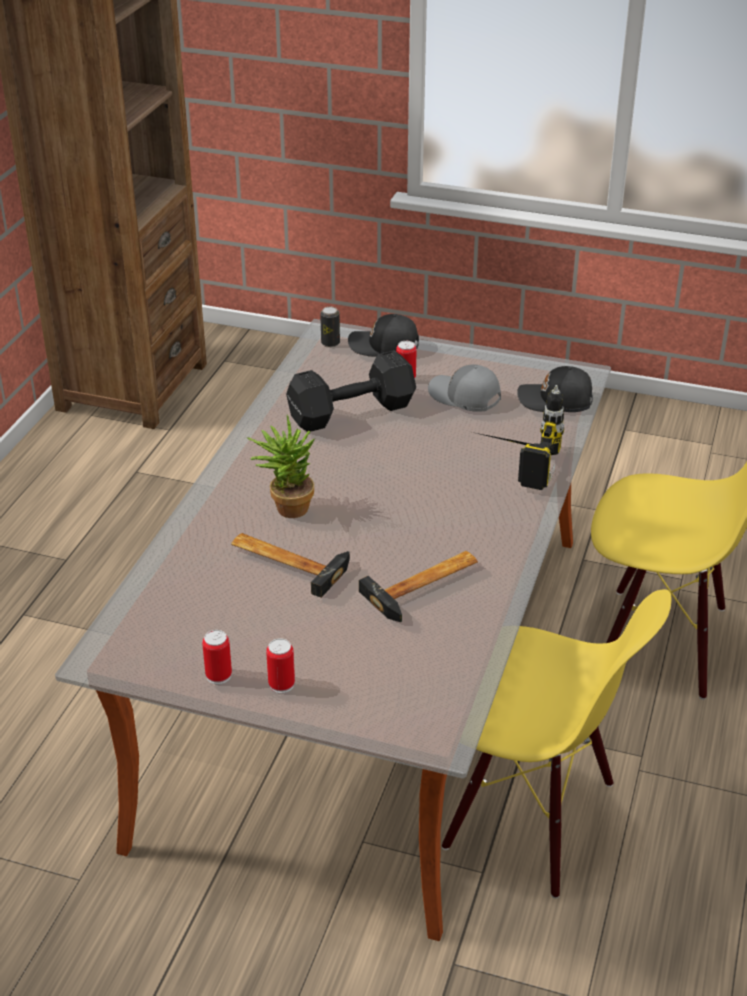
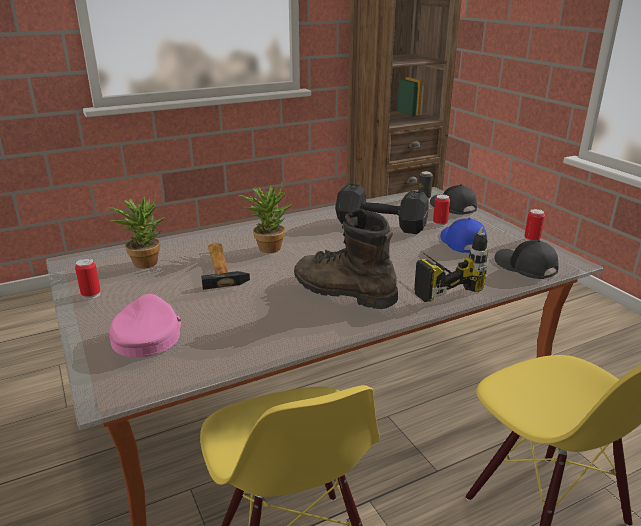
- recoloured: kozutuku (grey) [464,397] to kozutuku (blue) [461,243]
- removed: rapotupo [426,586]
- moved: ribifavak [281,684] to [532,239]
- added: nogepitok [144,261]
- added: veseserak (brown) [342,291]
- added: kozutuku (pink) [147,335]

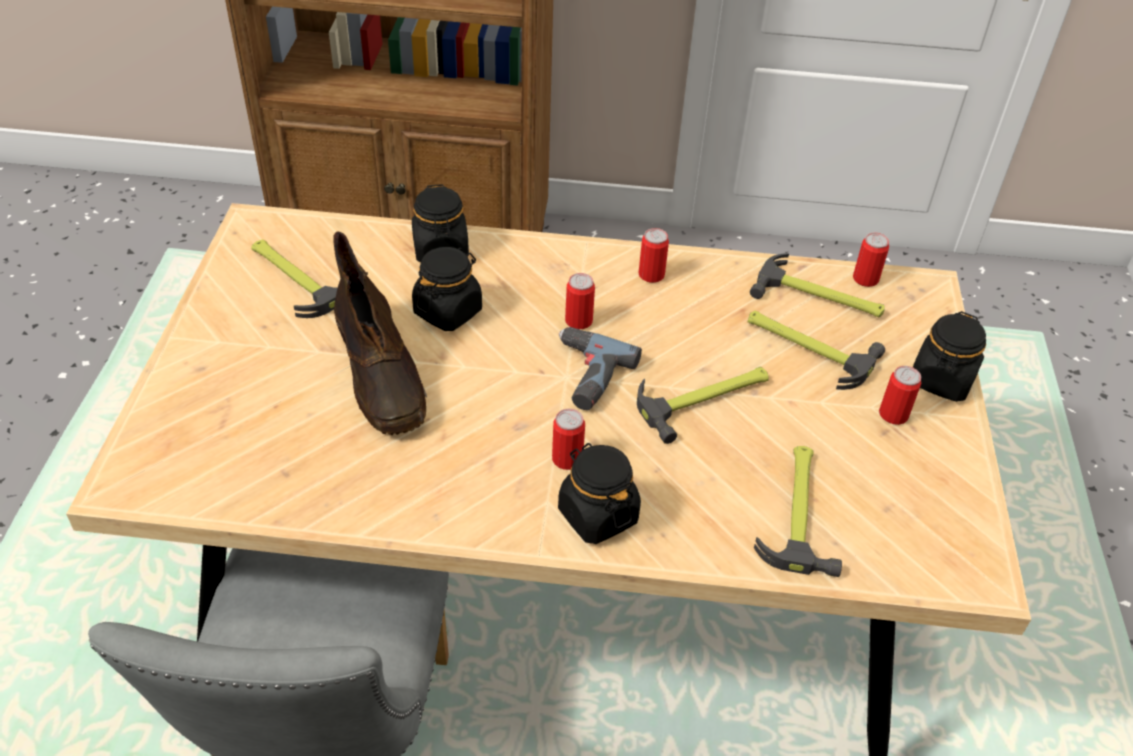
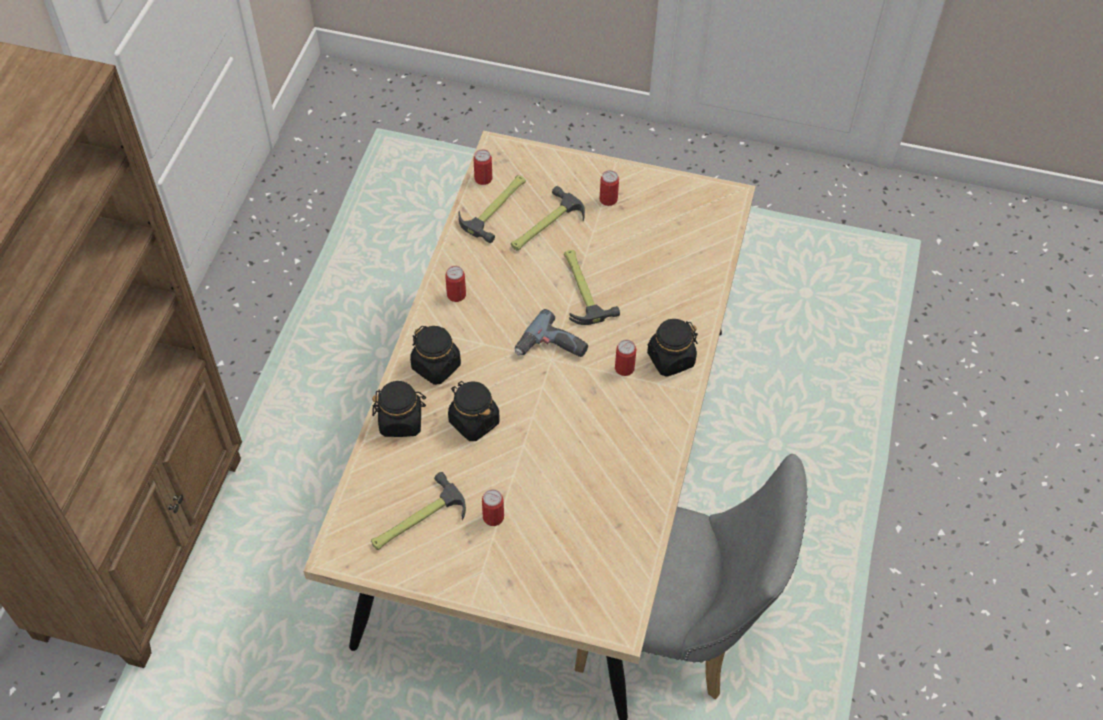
- removed: veseserak (brown) [381,375]
- moved: ribifavak [578,321] to [493,517]
- moved: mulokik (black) [941,380] to [436,366]
- removed: rapotupo [799,510]

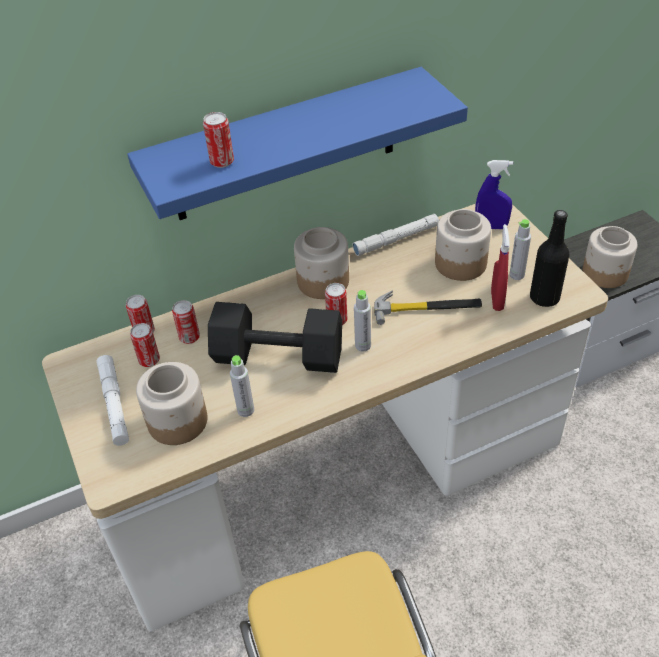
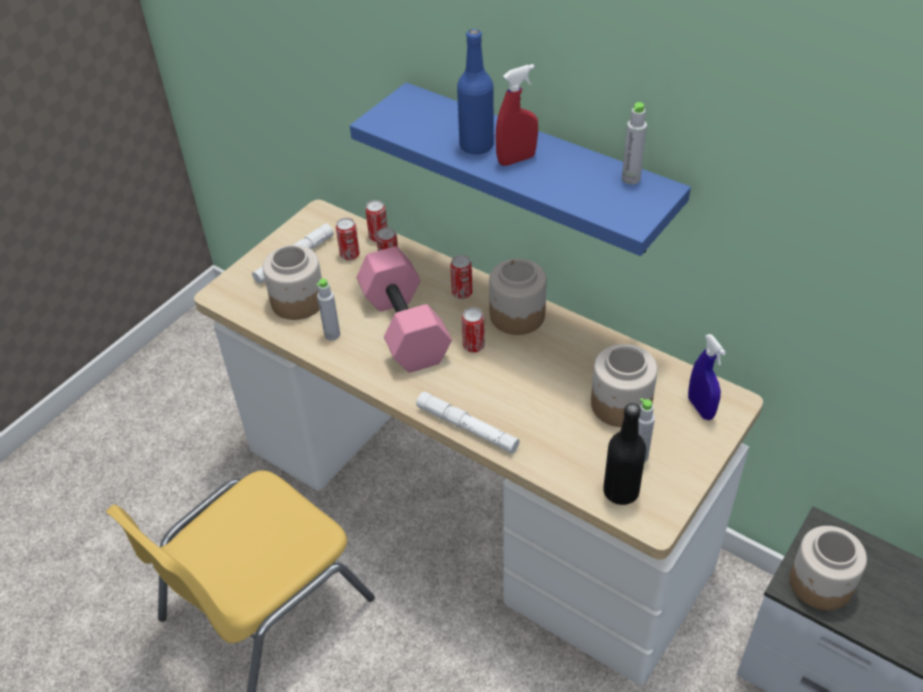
- moved: ribifavak [222,162] to [462,293]
- moved: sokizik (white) [396,239] to [467,427]
- moved: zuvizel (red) [497,300] to [516,159]
- moved: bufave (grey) [363,345] to [631,178]
- removed: rapotupo [427,308]
- recoloured: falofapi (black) [280,354] to falofapi (pink) [406,328]
- added: bufave (blue) [476,146]

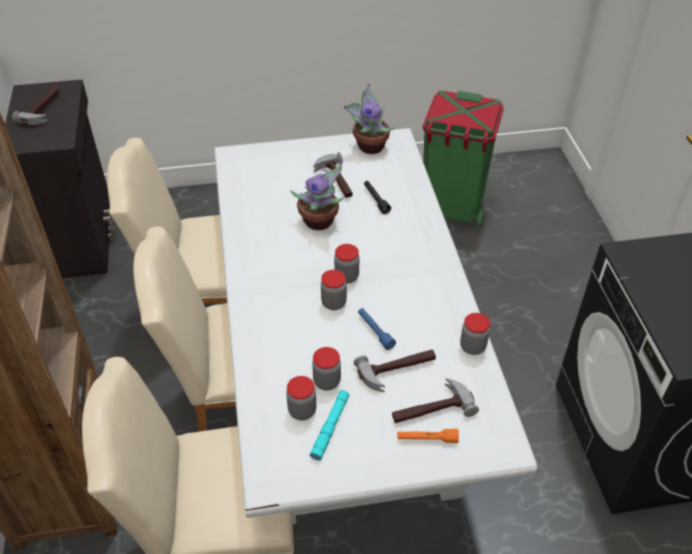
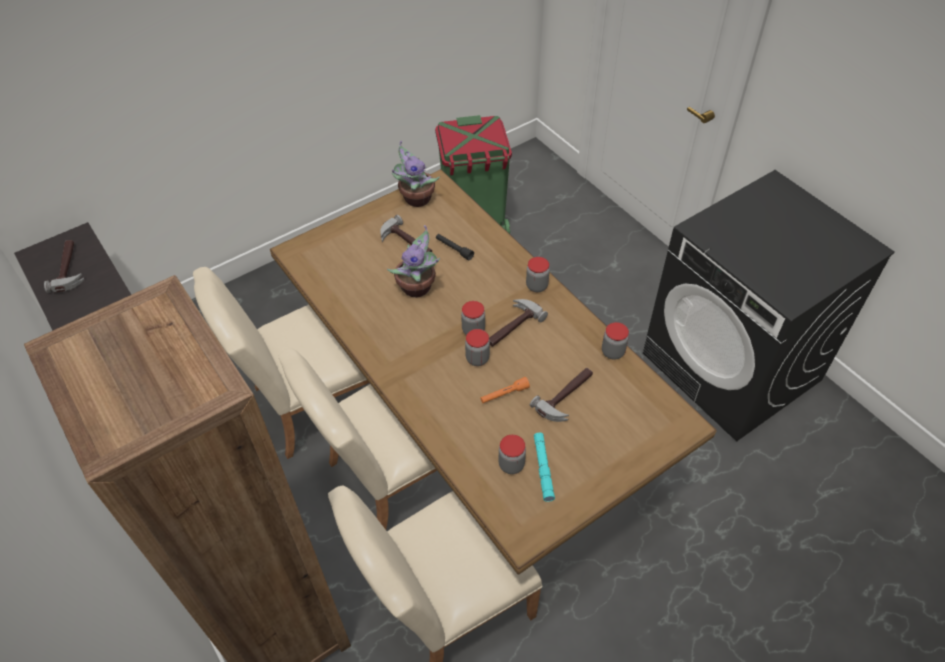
- recoloured: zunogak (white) [343,383] to zunogak (brown) [471,423]
- removed: sokizik (blue) [375,331]
- moved: mulokik [327,381] to [536,286]
- moved: rapotupo [431,408] to [512,326]
- moved: sokizik (orange) [427,439] to [504,394]

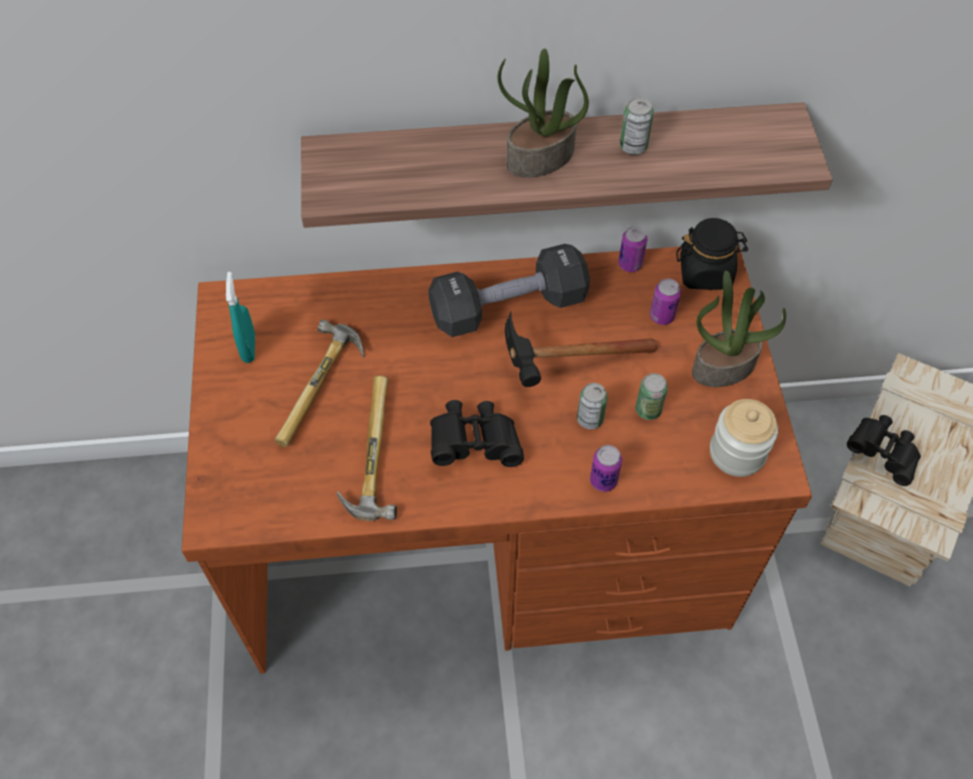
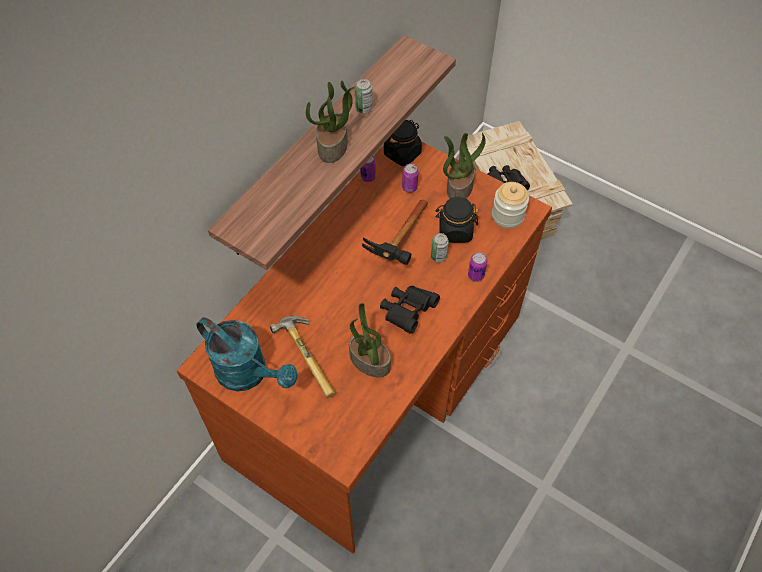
- removed: falofapi (black) [508,307]
- replaced: zuvizel (turquoise) [249,348] to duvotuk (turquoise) [249,373]
- replaced: ribifavak [648,410] to mulokik (black) [455,231]
- replaced: rapotupo [367,452] to nogepitok [368,361]

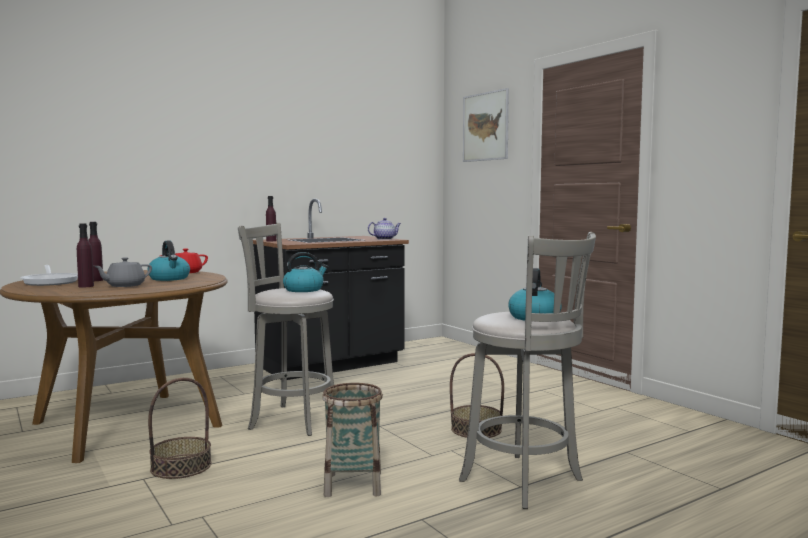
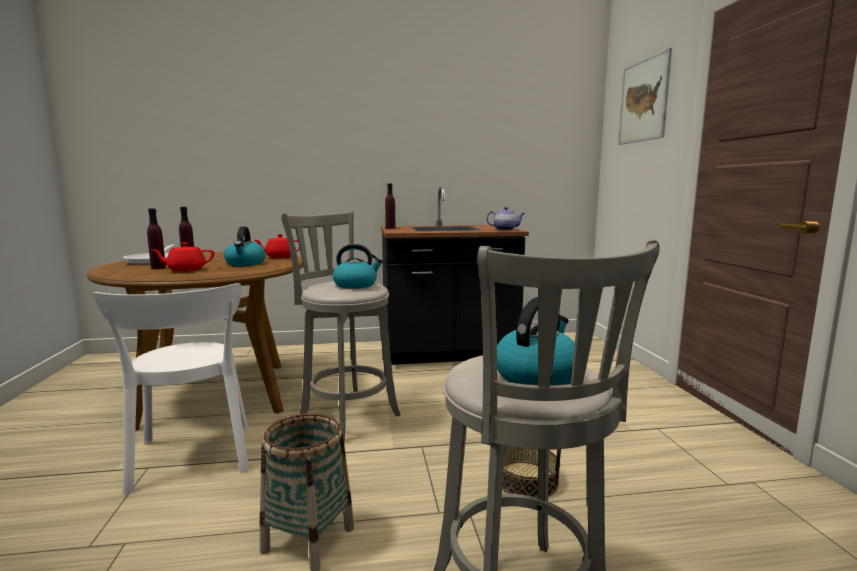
- recoloured: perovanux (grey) [124,286] to perovanux (red) [185,270]
- replaced: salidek [181,466] to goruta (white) [192,459]

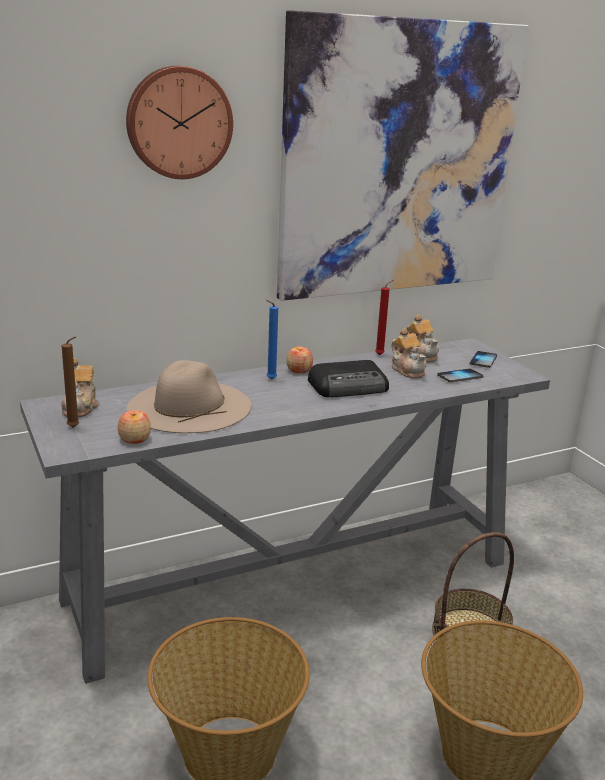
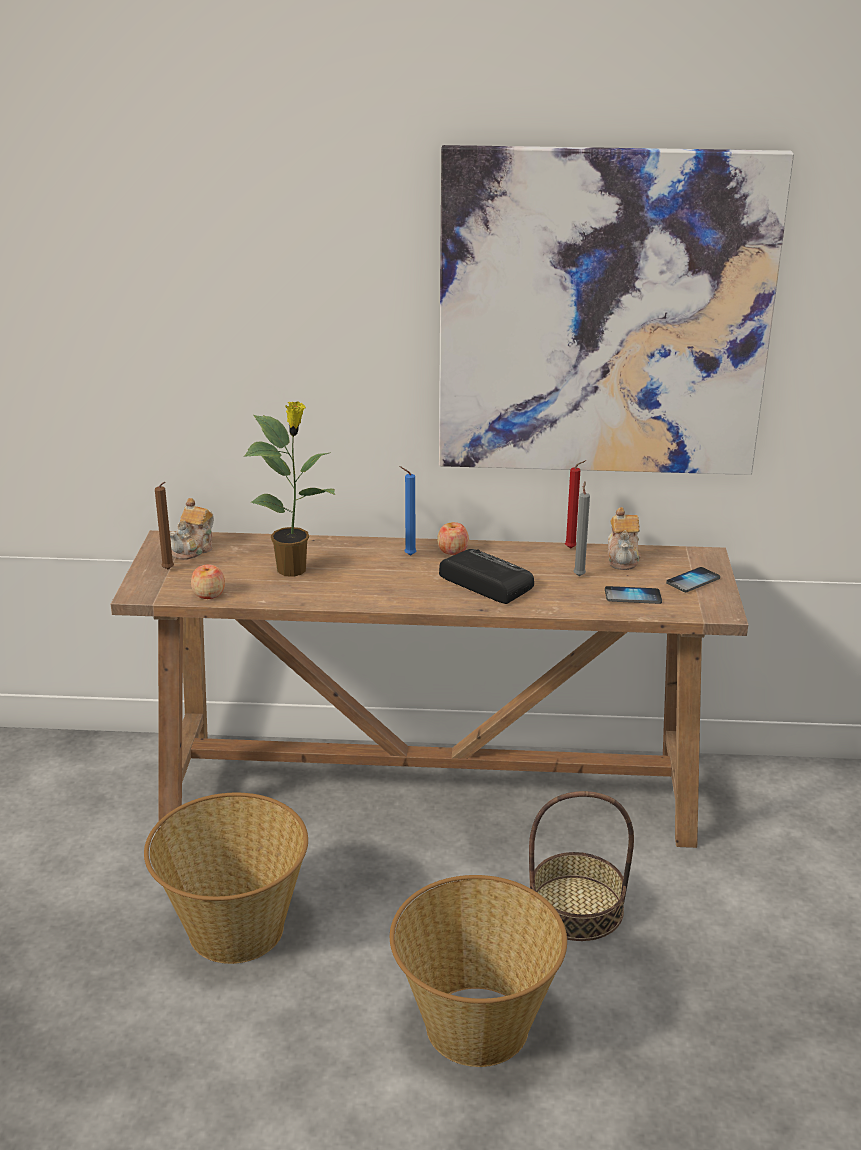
- removed: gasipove [178,122]
- replaced: perovanux [407,370] to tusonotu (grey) [579,575]
- recoloured: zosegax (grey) [295,581] to zosegax (brown) [432,792]
- replaced: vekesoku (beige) [189,406] to nogepitok [294,569]
- turned: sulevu [350,386] = [485,582] 150 degrees counterclockwise

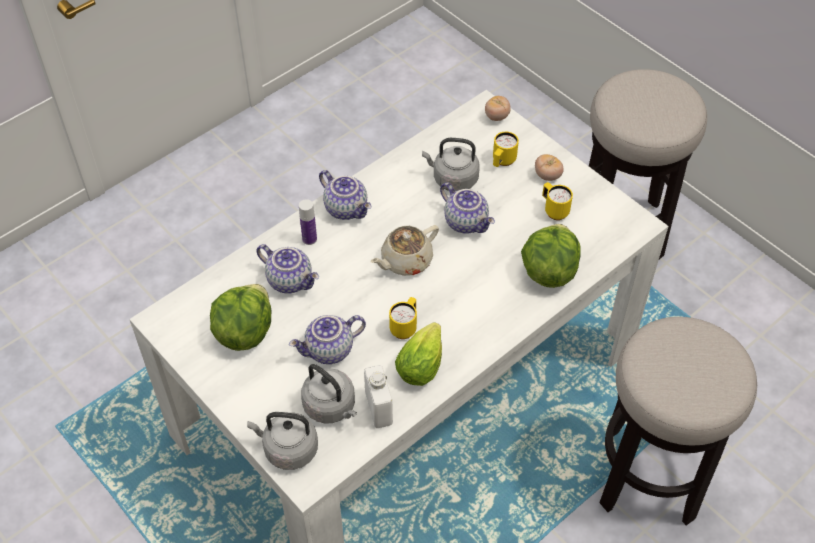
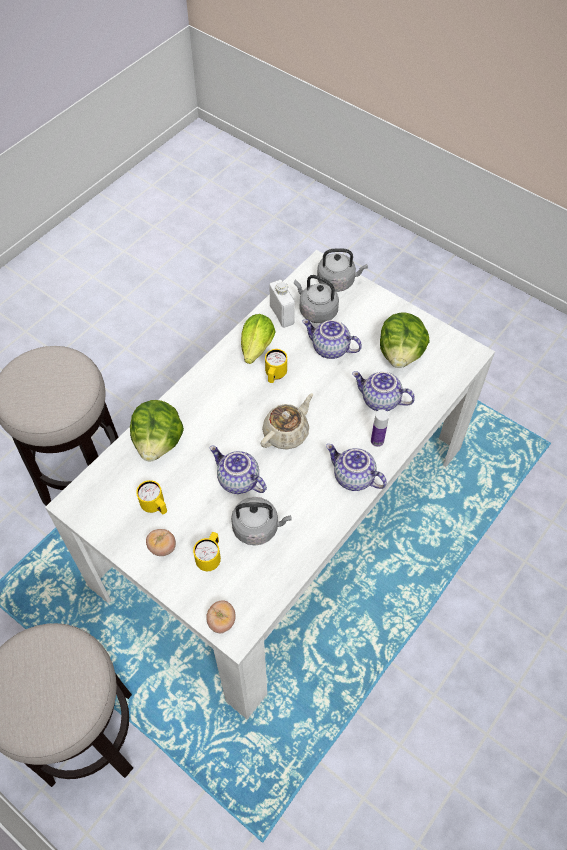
- turned: perovanux [329,351] = [329,349] 120 degrees counterclockwise

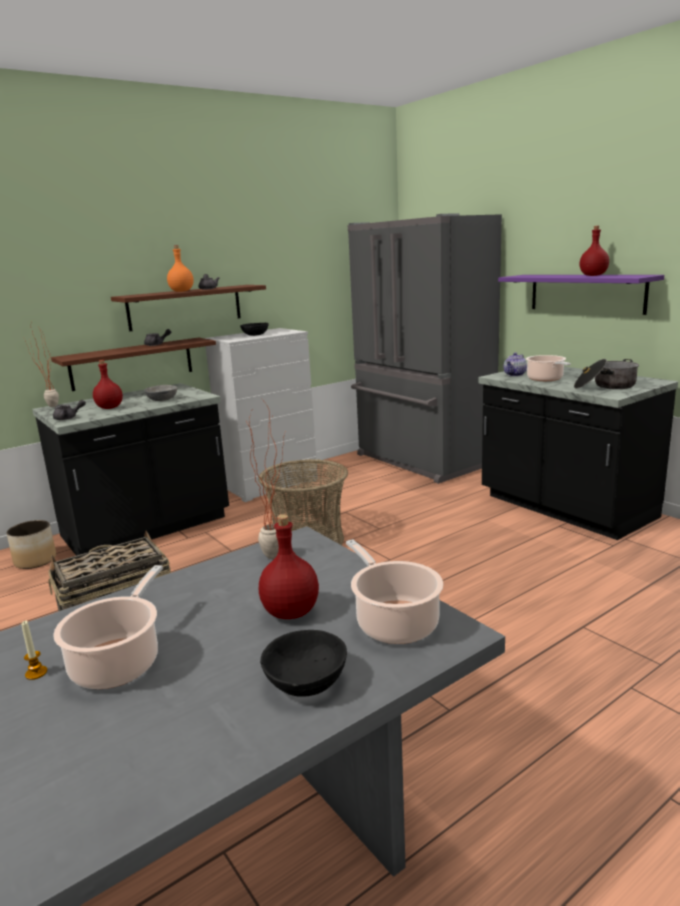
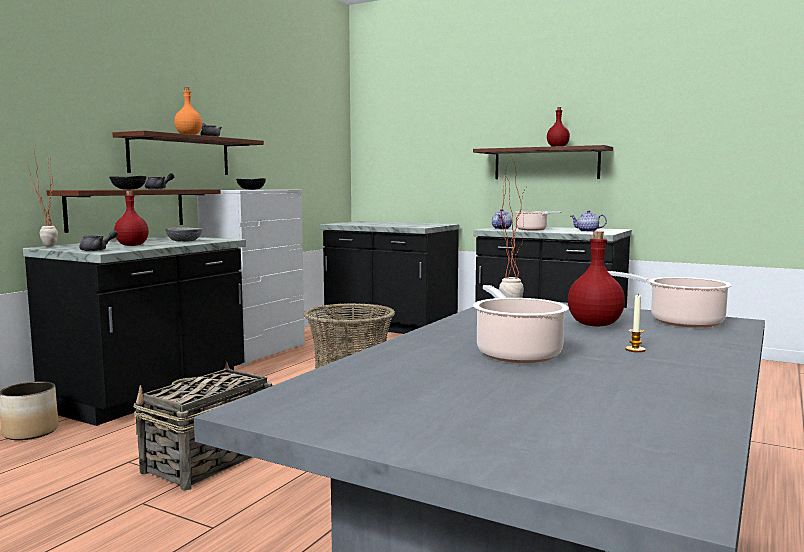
- replaced: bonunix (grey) [421,460] to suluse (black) [390,326]
- recoloured: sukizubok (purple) [586,293] to sukizubok (brown) [546,163]
- replaced: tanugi [605,386] to perovanux [587,231]
- moved: tusonotu [36,673] to [635,350]
- moved: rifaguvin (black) [307,680] to [129,189]

